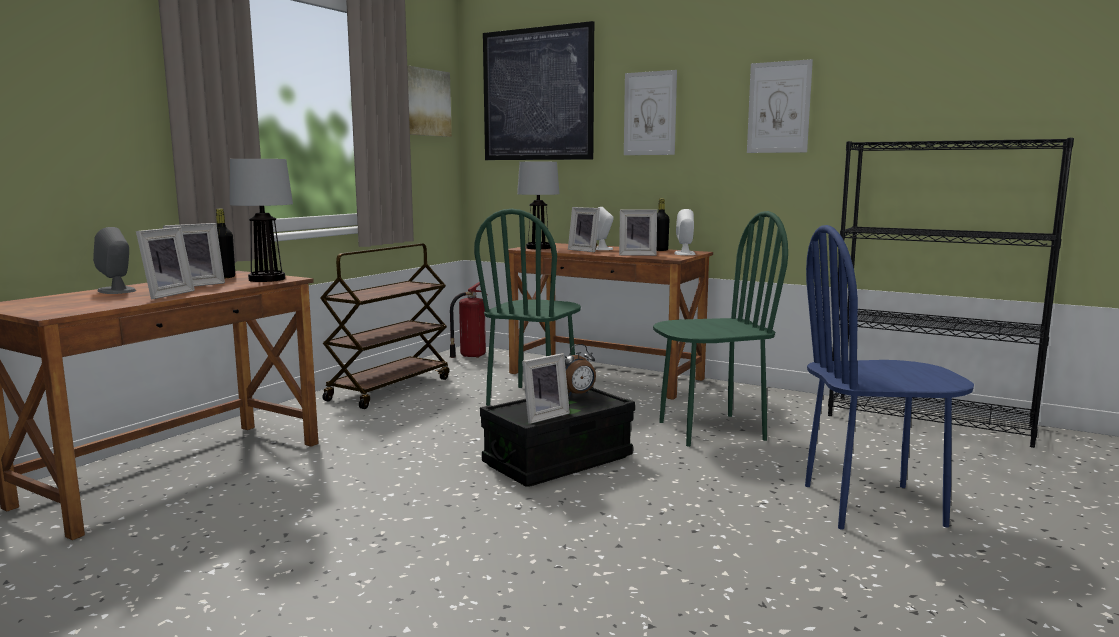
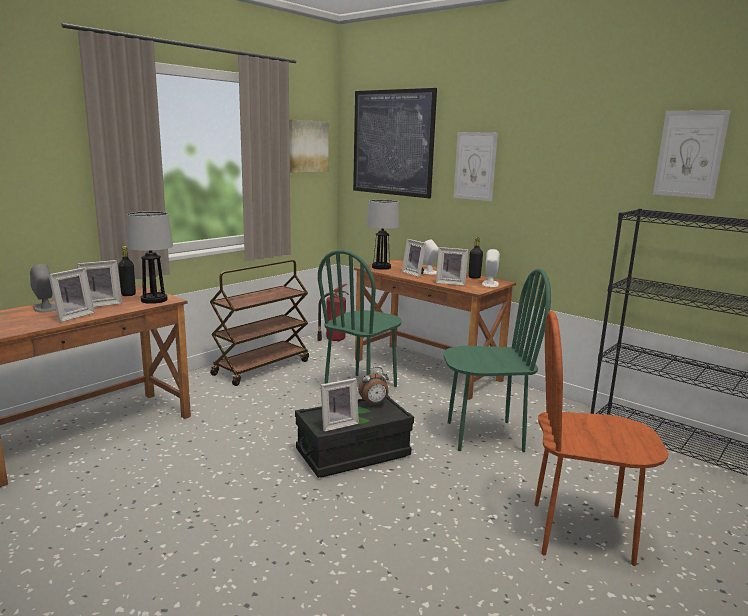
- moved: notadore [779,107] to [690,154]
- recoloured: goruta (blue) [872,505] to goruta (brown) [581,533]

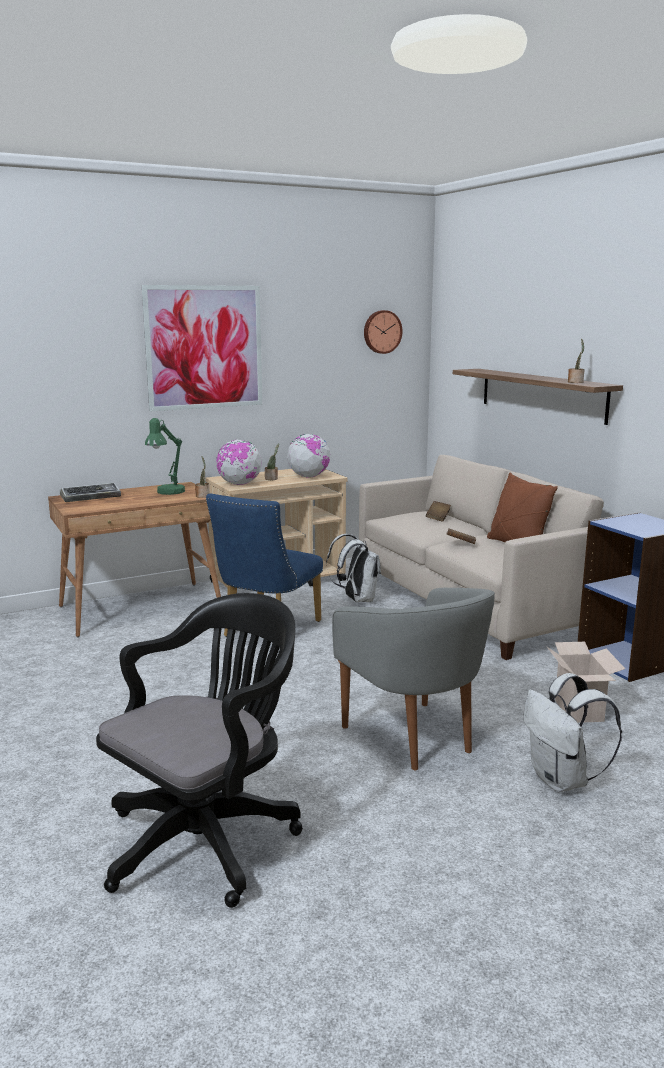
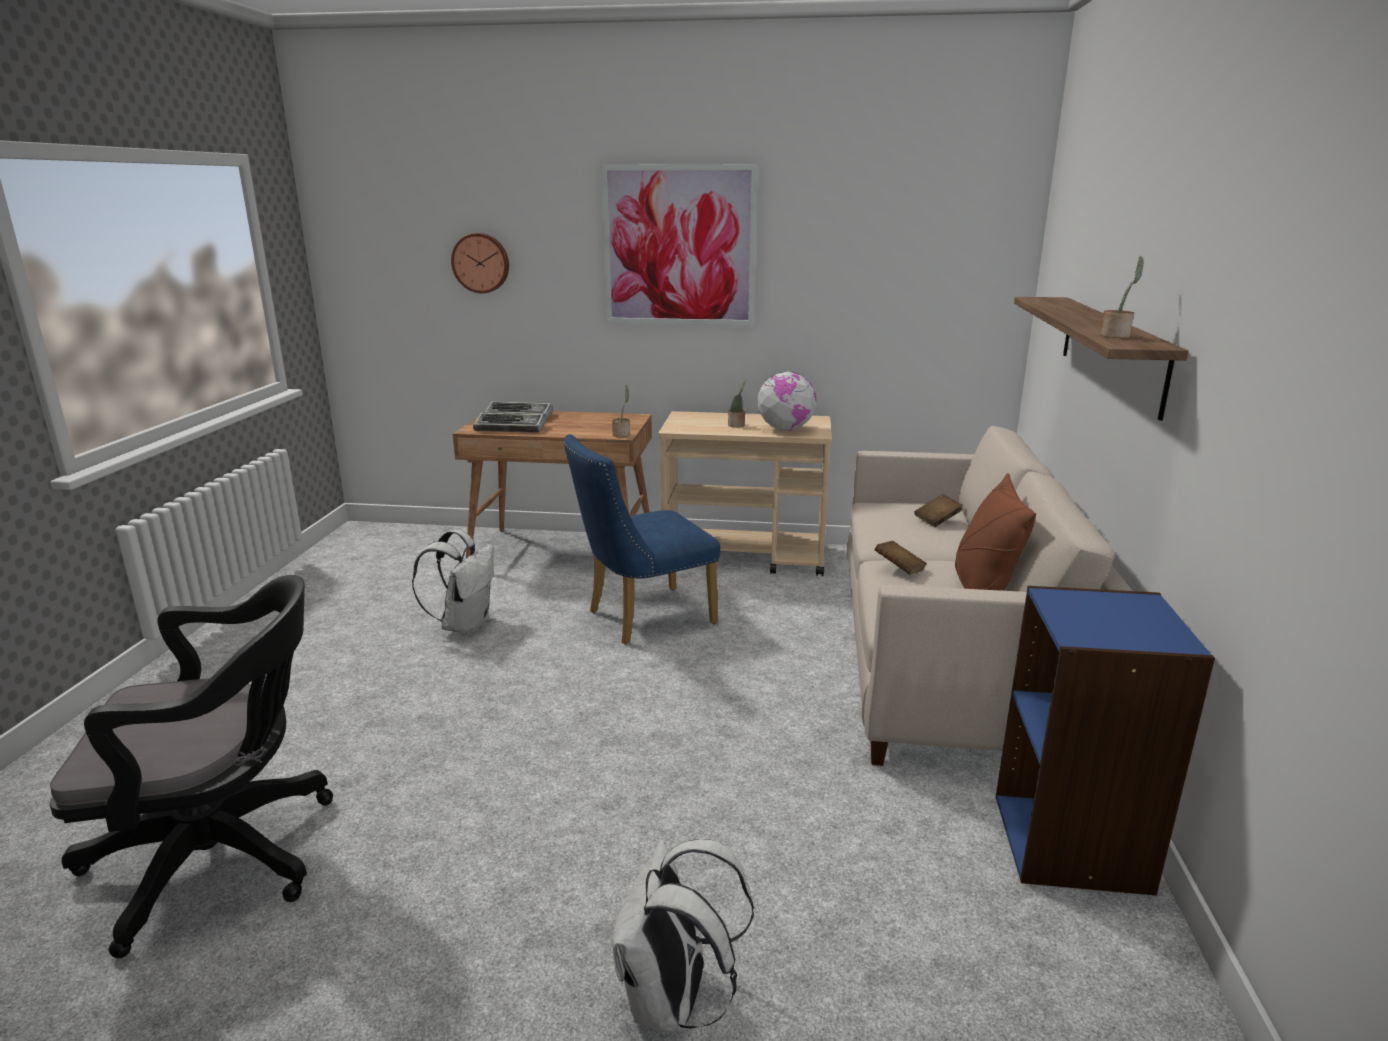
- moved: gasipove [381,332] to [481,263]
- removed: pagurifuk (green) [167,492]
- removed: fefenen [239,484]
- moved: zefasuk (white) [356,599] to [465,625]
- removed: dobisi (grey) [413,737]
- removed: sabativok [581,711]
- added: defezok [511,428]

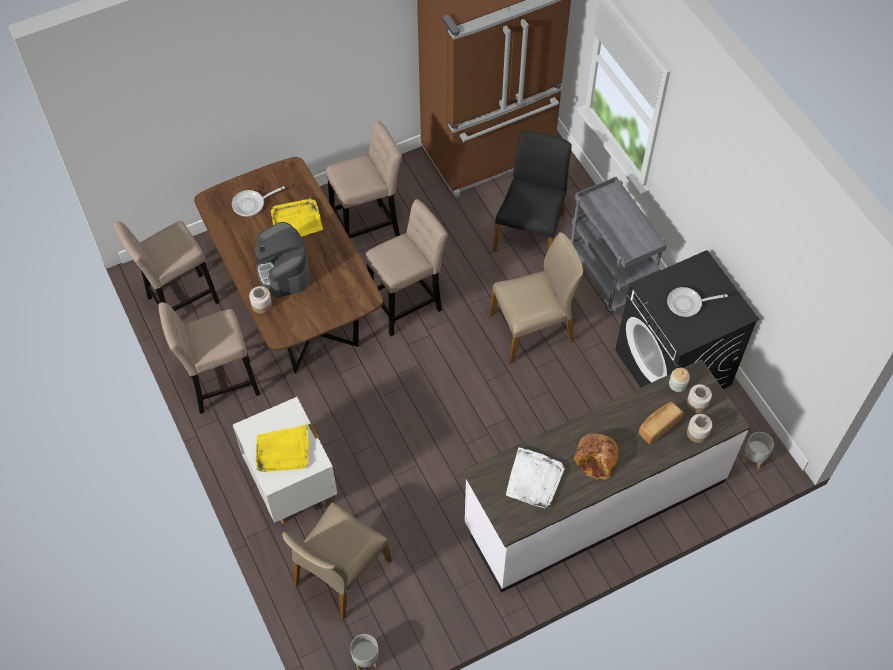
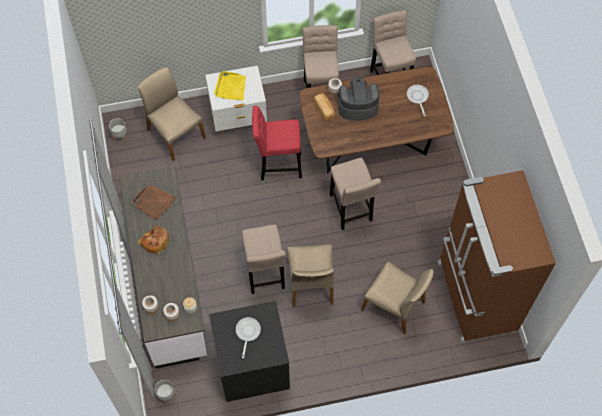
- moved: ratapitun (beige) [368,227] to [265,275]
- recoloured: goruta (black) [530,232] to goruta (beige) [394,306]
- removed: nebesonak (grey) [610,276]
- removed: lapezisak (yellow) [296,221]
- moved: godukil [658,426] to [324,110]
- recoloured: lapezisak (white) [534,480] to lapezisak (brown) [154,202]
- added: ratapitun (red) [278,165]

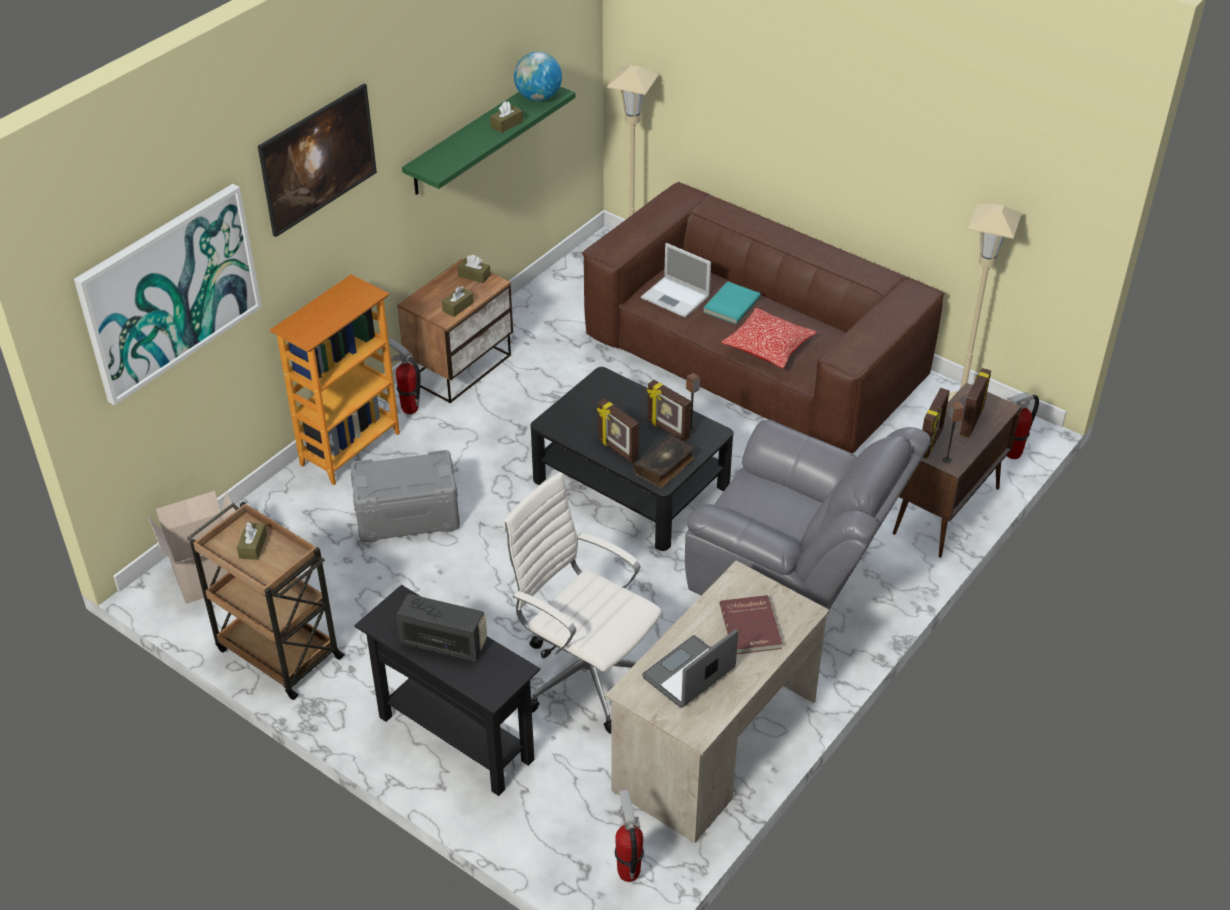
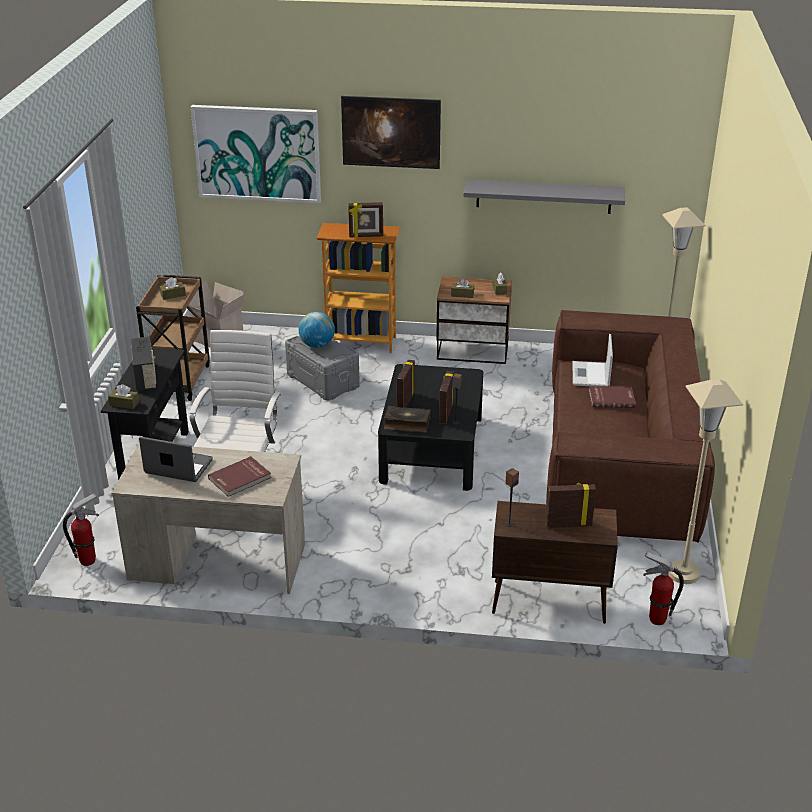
- moved: fefenen [538,98] to [317,345]
- recoloured: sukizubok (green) [474,137] to sukizubok (grey) [543,196]
- moved: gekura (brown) [507,124] to [124,403]
- recoloured: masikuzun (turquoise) [730,304] to masikuzun (red) [611,398]
- removed: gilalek [768,347]
- removed: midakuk [409,408]
- moved: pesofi [931,443] to [366,236]
- removed: dobisi (grey) [795,582]

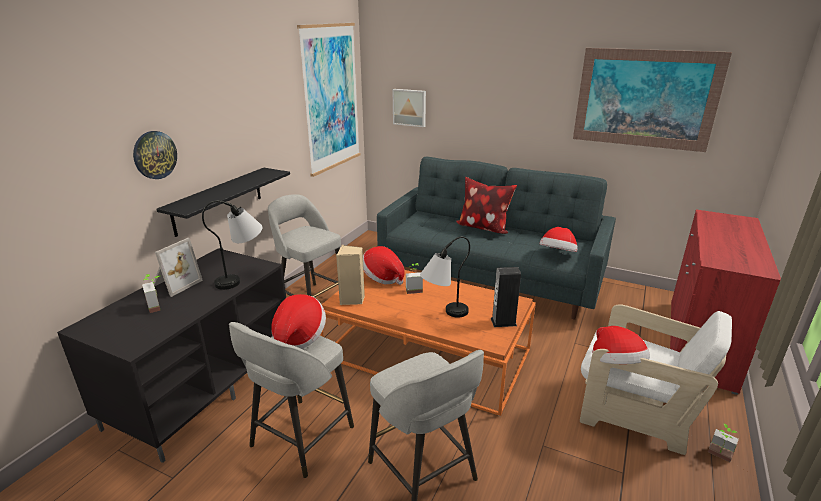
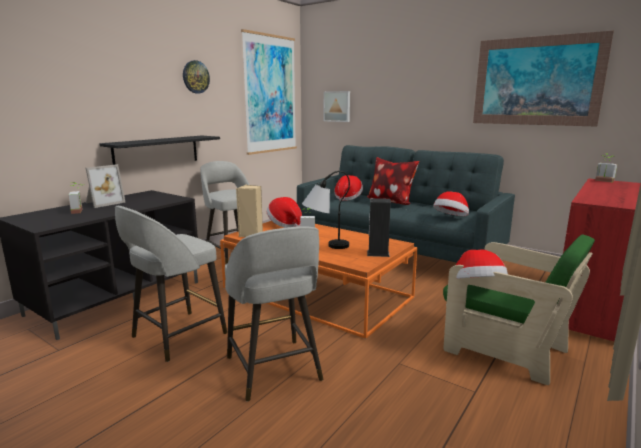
- moved: gasipove [154,155] to [195,77]
- removed: pagurifuk [243,278]
- moved: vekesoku [298,337] to [347,198]
- recoloured: dobisi (white) [634,412] to dobisi (green) [504,349]
- moved: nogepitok [718,456] to [603,181]

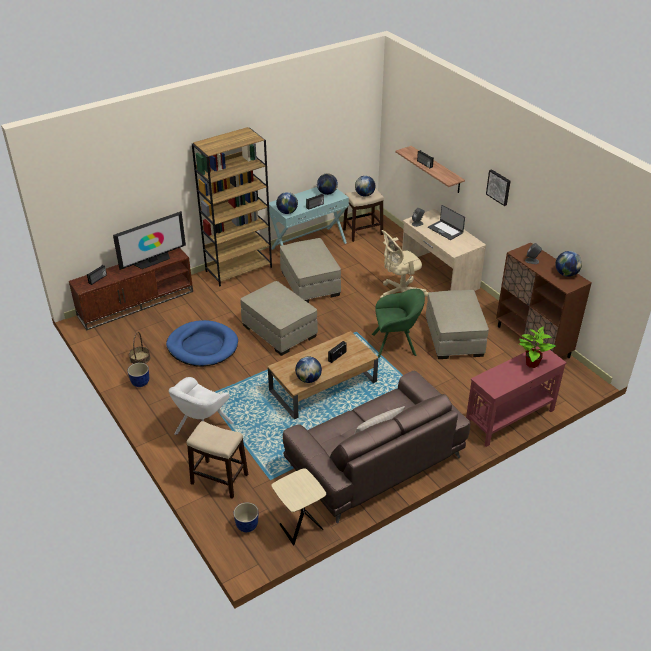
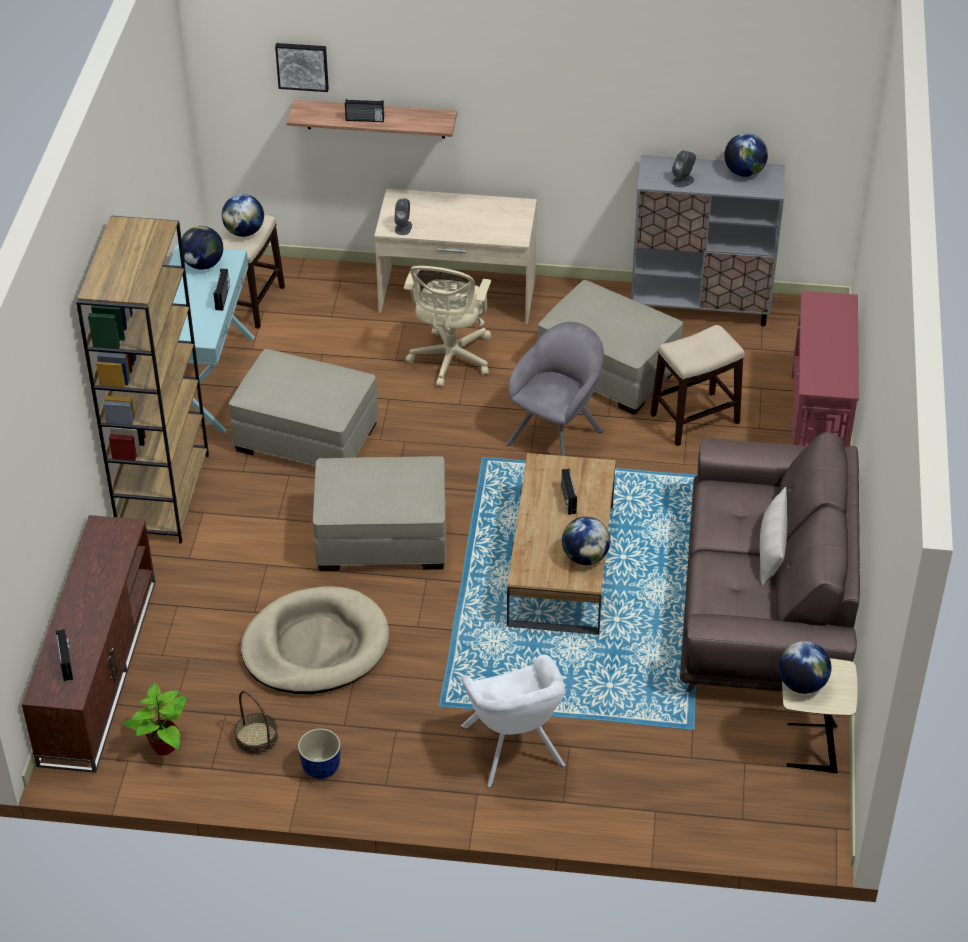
- moved: notadore [499,187] to [302,66]
- moved: fefenen [287,212] to [802,684]
- removed: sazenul [445,230]
- removed: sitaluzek [153,260]
- recoloured: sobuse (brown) [533,341] to sobuse (grey) [700,306]
- recoloured: dobisi (green) [396,344] to dobisi (grey) [557,435]
- recoloured: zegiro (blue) [202,346] to zegiro (beige) [315,646]
- moved: nogepitok [531,363] to [164,747]
- moved: ratapitun [219,479] to [694,419]
- removed: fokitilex [247,525]

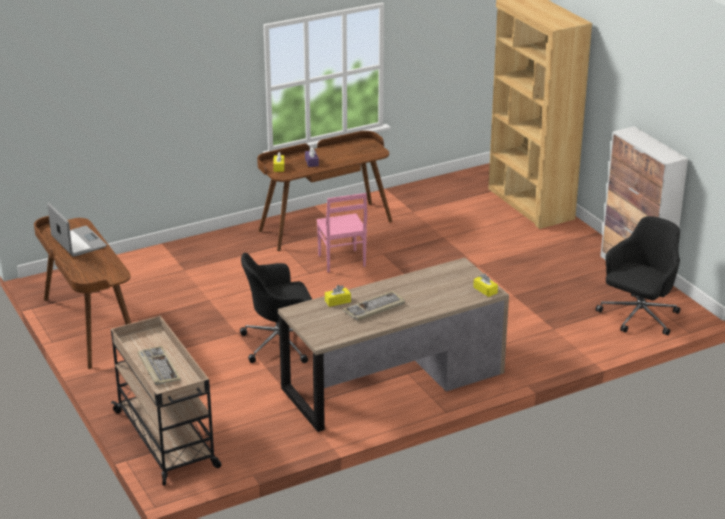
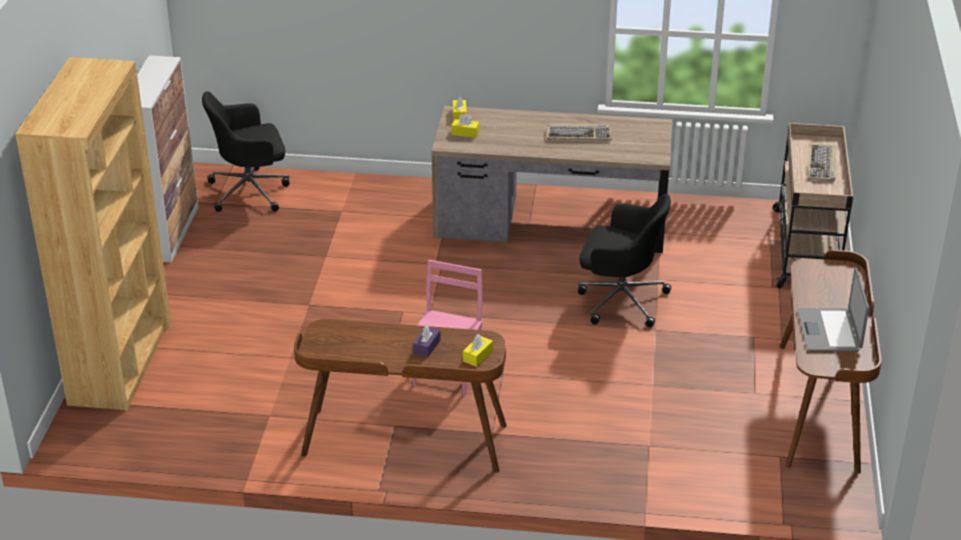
- moved: gekura (yellow) [337,301] to [465,133]

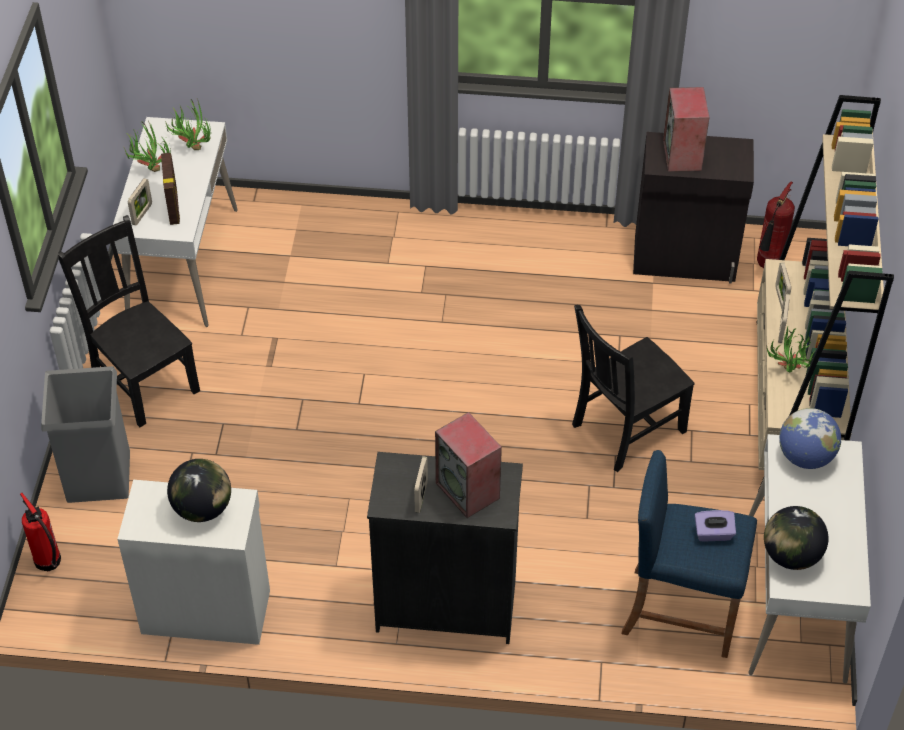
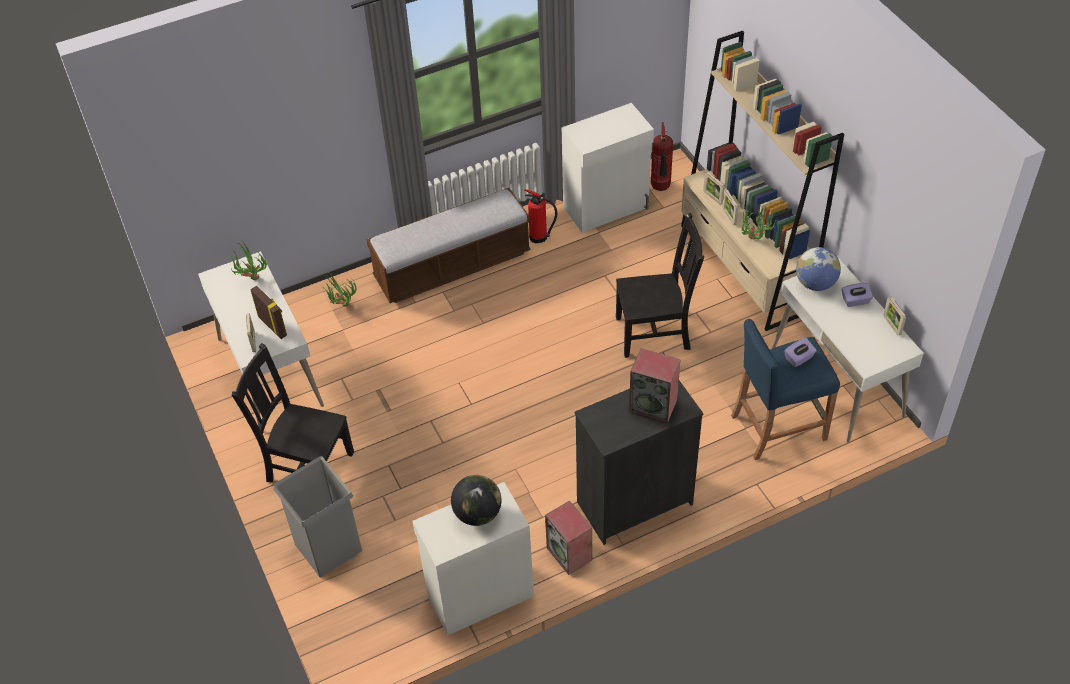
- moved: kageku [683,156] to [570,554]
- moved: nogepitok [150,169] to [342,306]
- recoloured: sobuse (black) [685,259] to sobuse (white) [607,208]
- turned: goruta (black) [625,429] = [655,332] 120 degrees counterclockwise
- moved: pesofi [421,497] to [892,325]
- moved: midakuk [48,562] to [540,237]
- removed: fefenen [791,555]
- added: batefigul [452,266]
- added: gekura (purple) [855,301]

